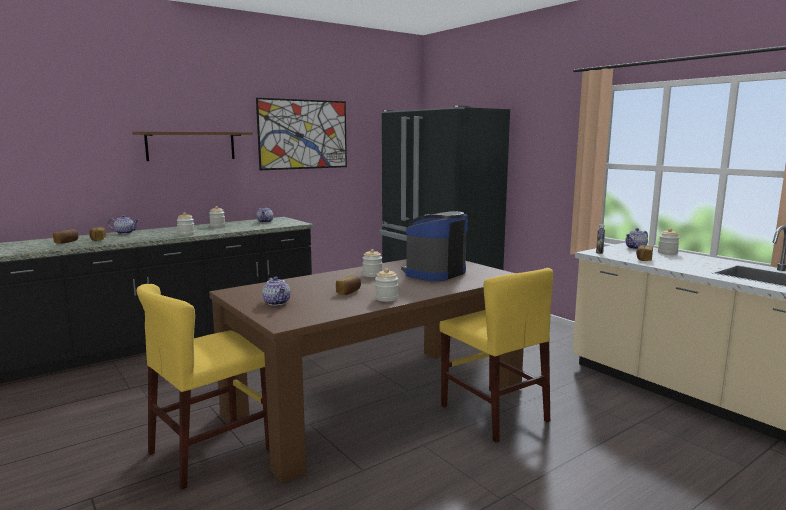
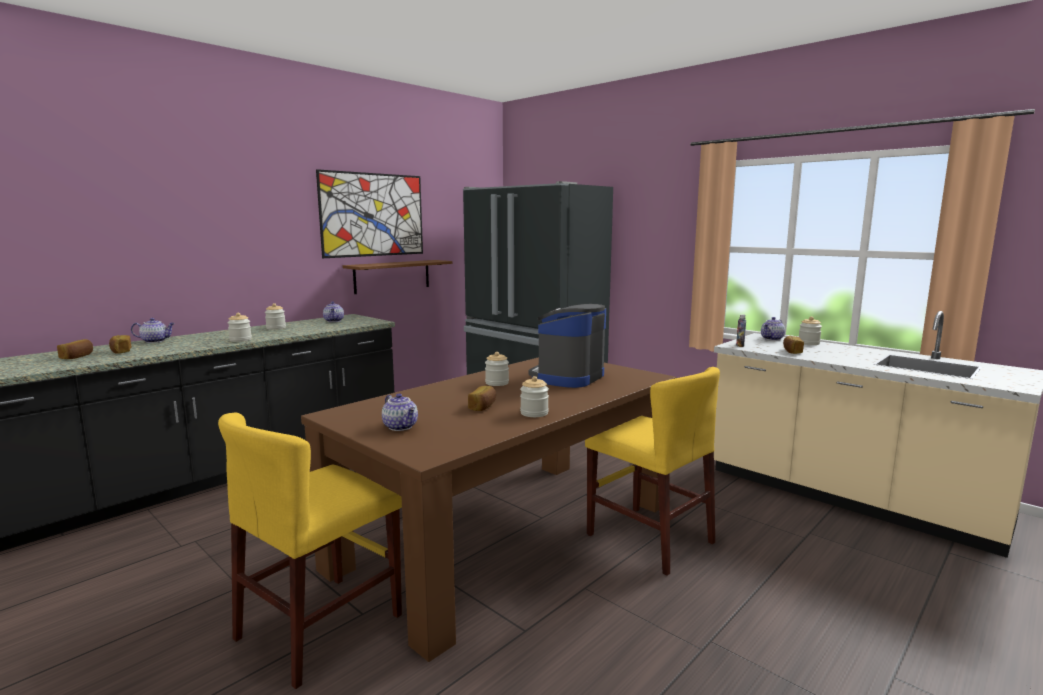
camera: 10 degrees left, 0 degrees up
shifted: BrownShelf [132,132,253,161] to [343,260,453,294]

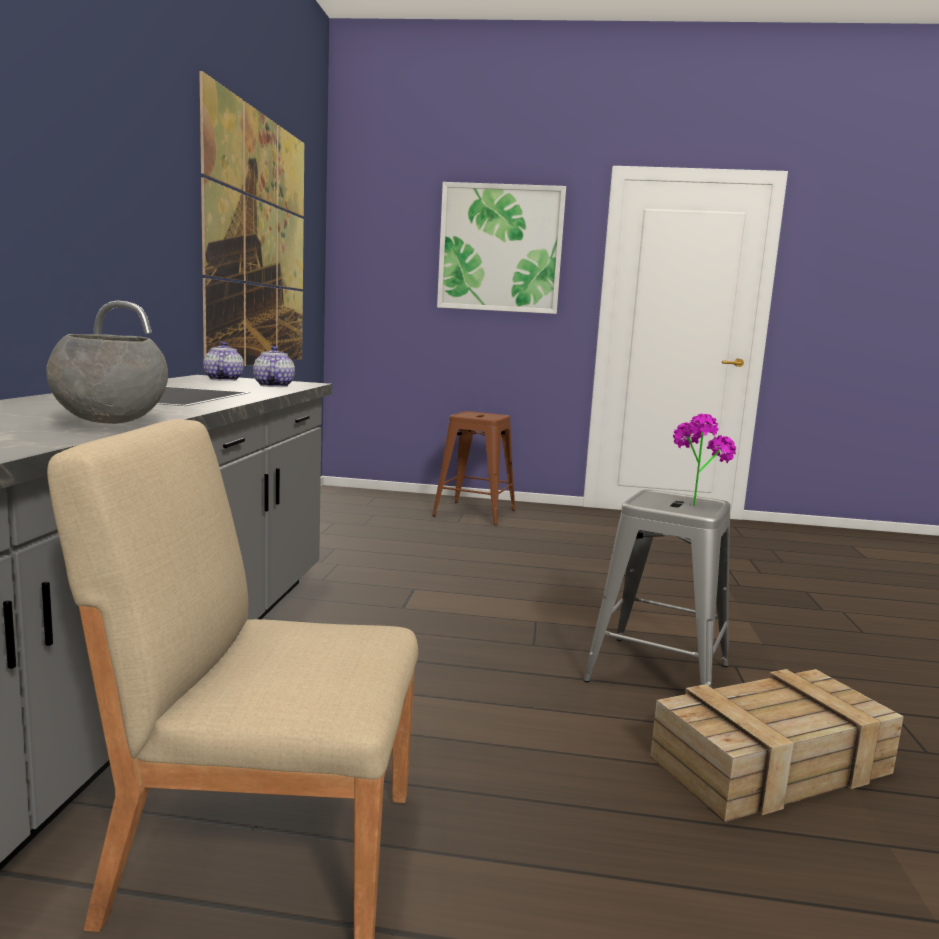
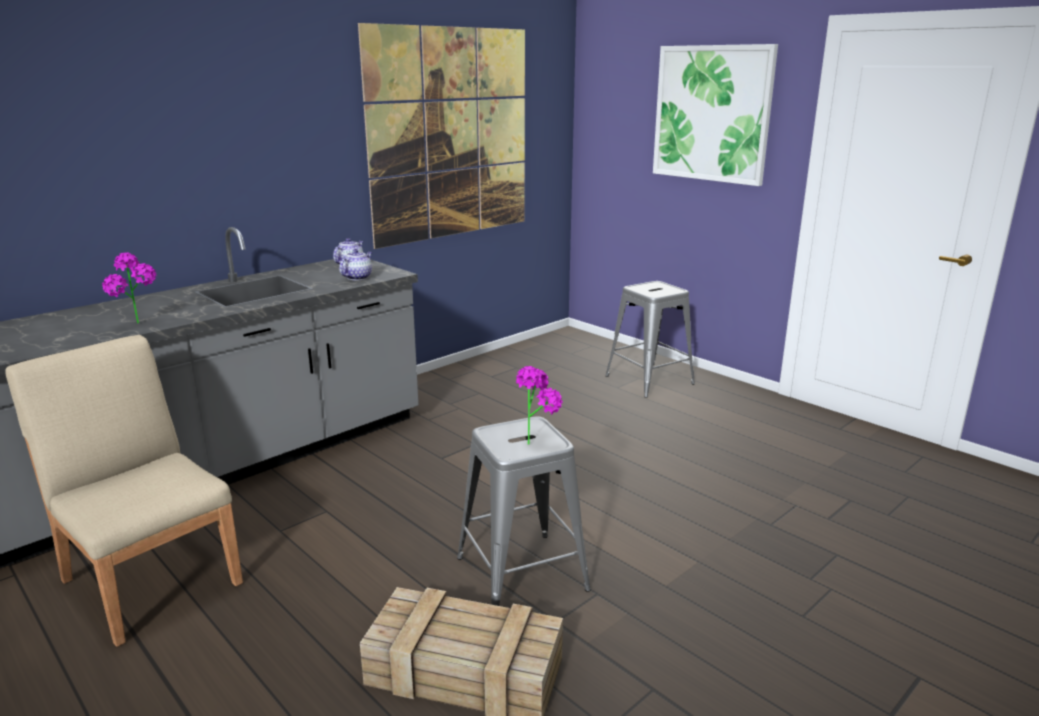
camera: 40 degrees right, 10 degrees up
swapped: GrayServingBowl [46,334,168,424] to PlantInAPot [102,252,157,324]
repainted: BrownSittingStool [432,411,515,525] to GraySittingStool [605,281,695,398]

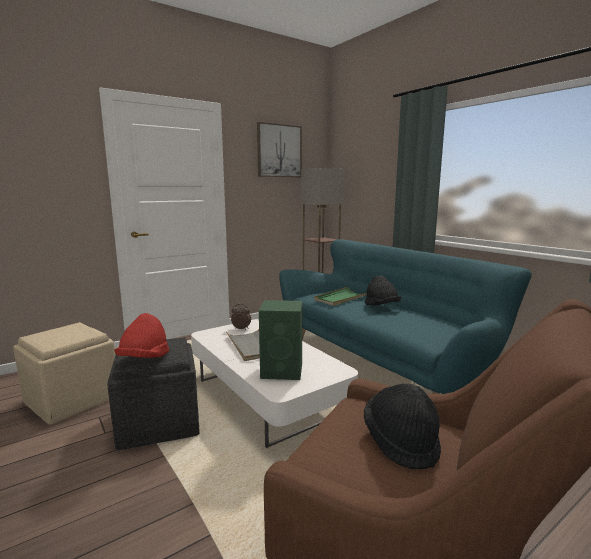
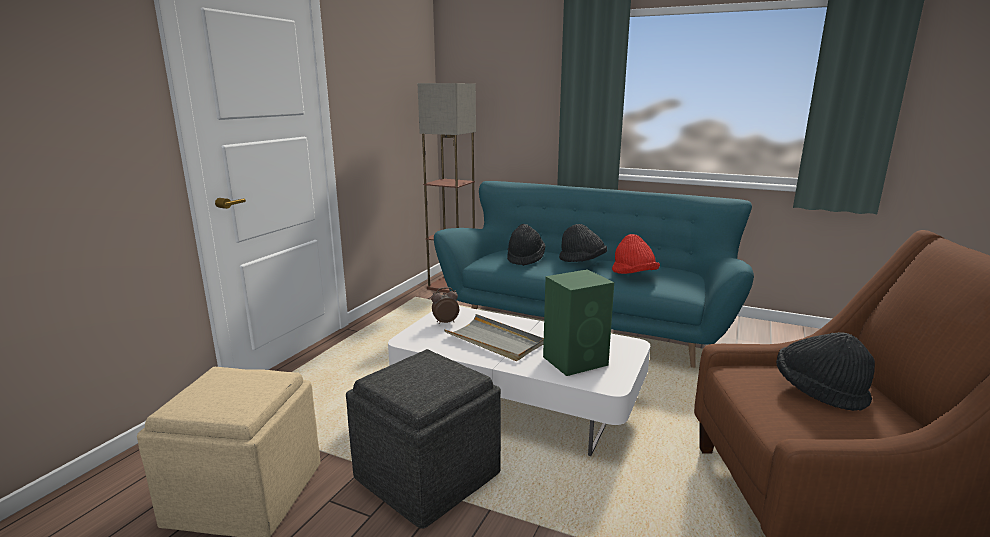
camera: 30 degrees left, 5 degrees up
gone: WallArt [257,122,302,177]
shifted: RedColouredClothingHat [114,313,169,358] to [612,234,660,274]
swapped: GreenColouredTray [314,287,367,306] to BlackClothingHat [507,224,545,266]

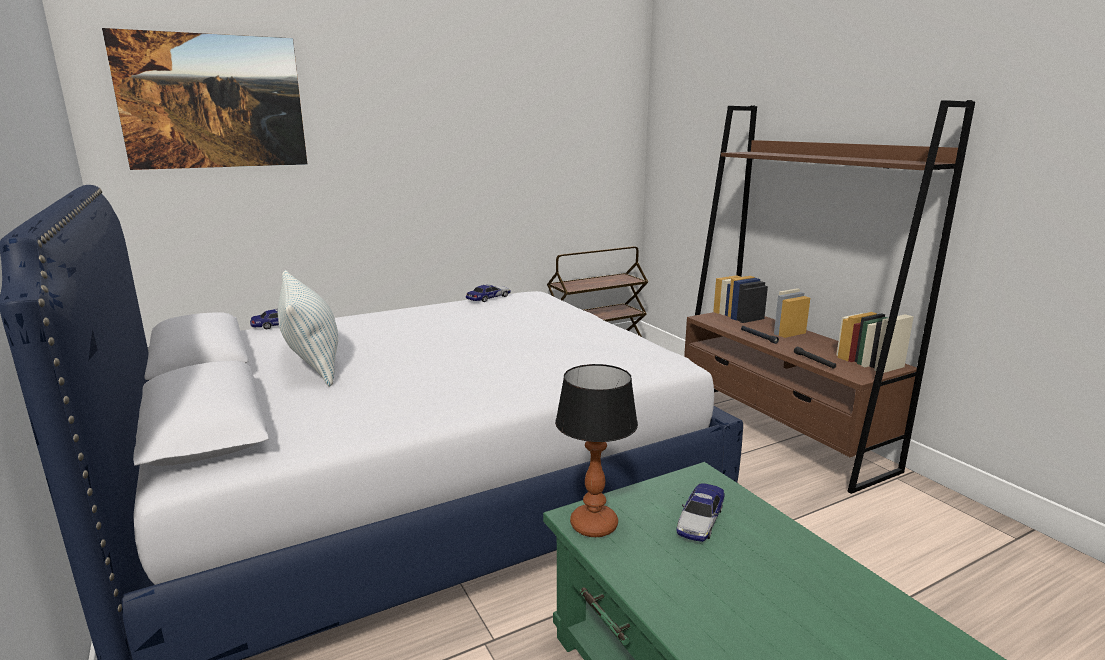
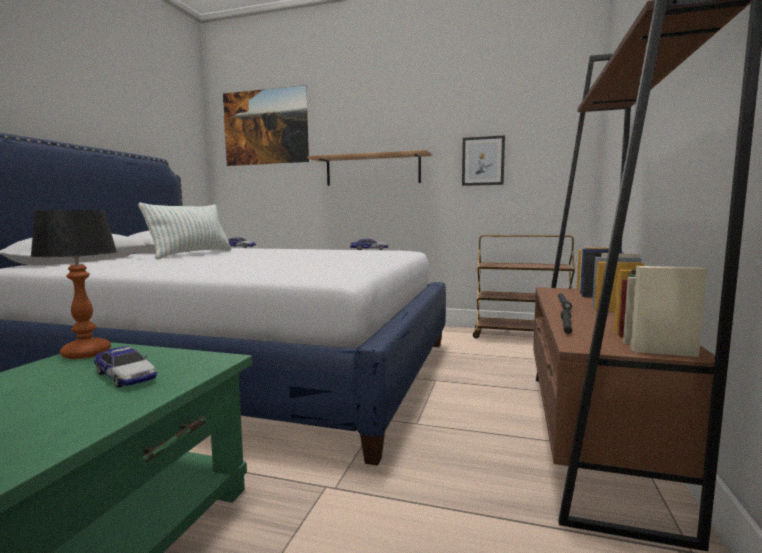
camera: 45 degrees right, 10 degrees down
new: Shelf [307,150,432,186]; WallArt [462,135,505,186]
rotated: ModelCar [677,483,725,542] = [94,346,157,388] 120 degrees counterclockwise

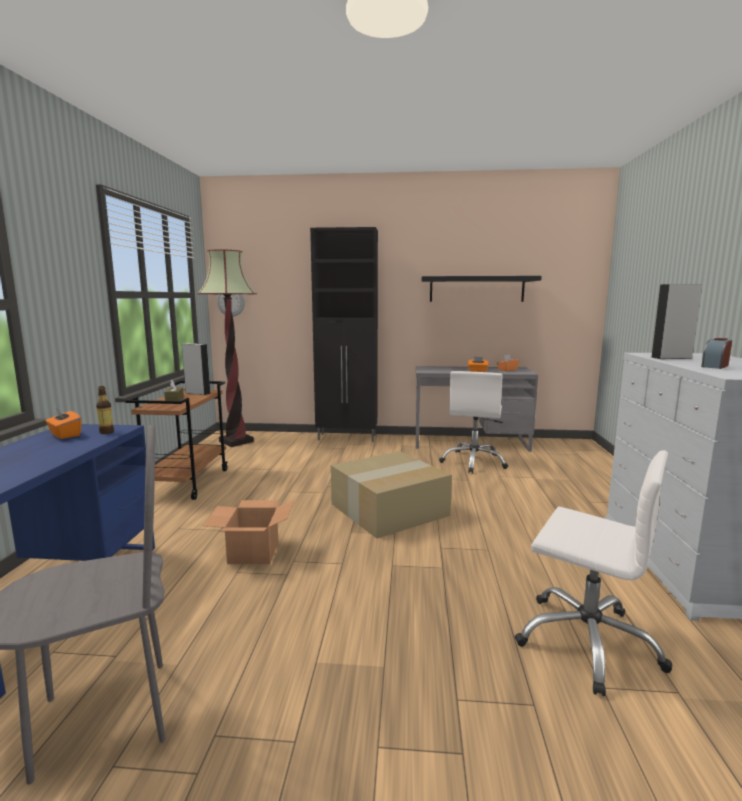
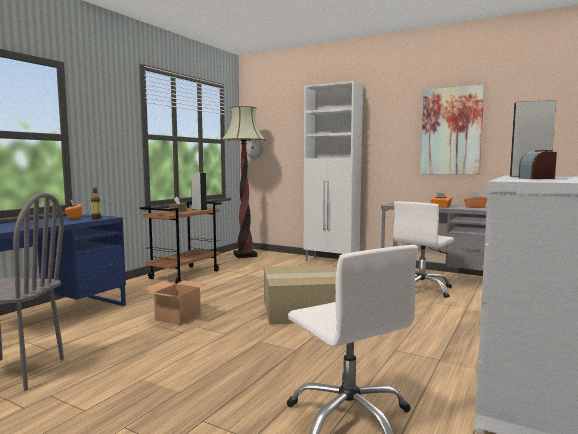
camera: 25 degrees right, 5 degrees down
swapped: BlackShelf [421,276,542,302] to WallArt [420,85,484,175]
repainted: BlackStorageCabinet [310,227,378,442] to WhitishStorageCabinet [304,81,363,261]

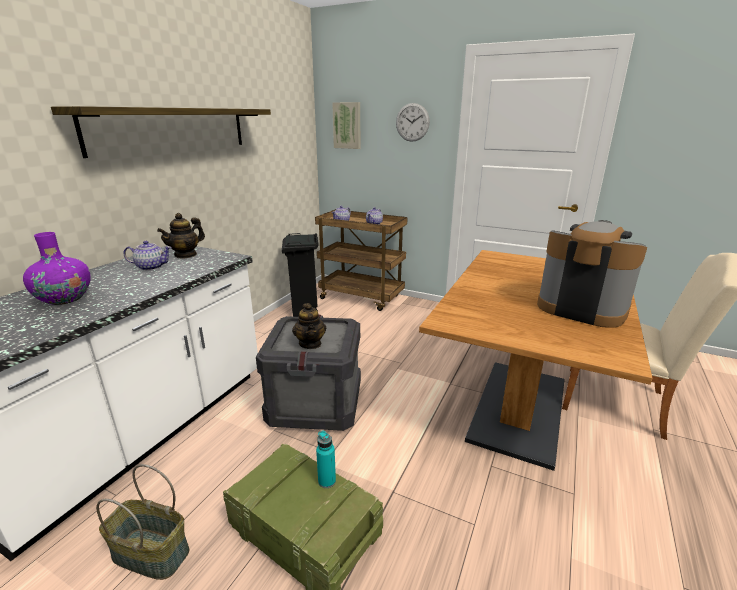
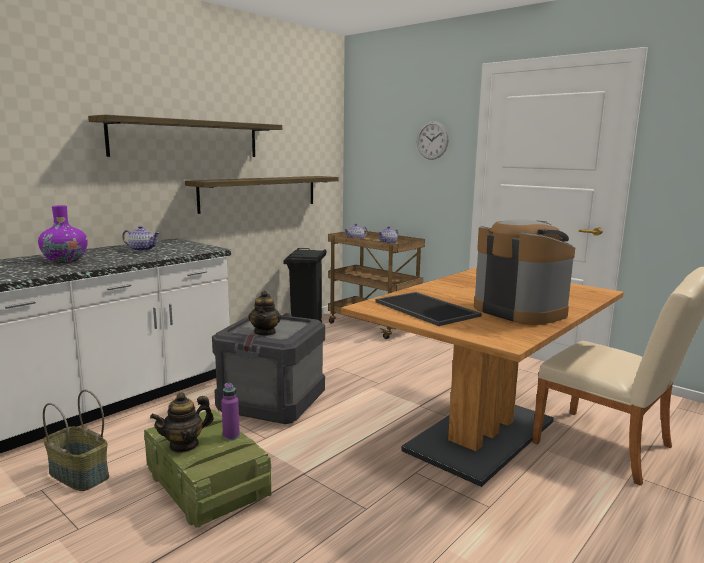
camera: 15 degrees right, 10 degrees down
gone: WallArt [332,102,360,149]
new: Shelf [185,176,339,214]; Tray [375,292,482,326]
shifted: TeaPot [157,213,205,259] to [150,392,213,453]
repainted: TurquoiseBottle [316,430,336,488] to PurpleColouredBottle [221,383,240,440]

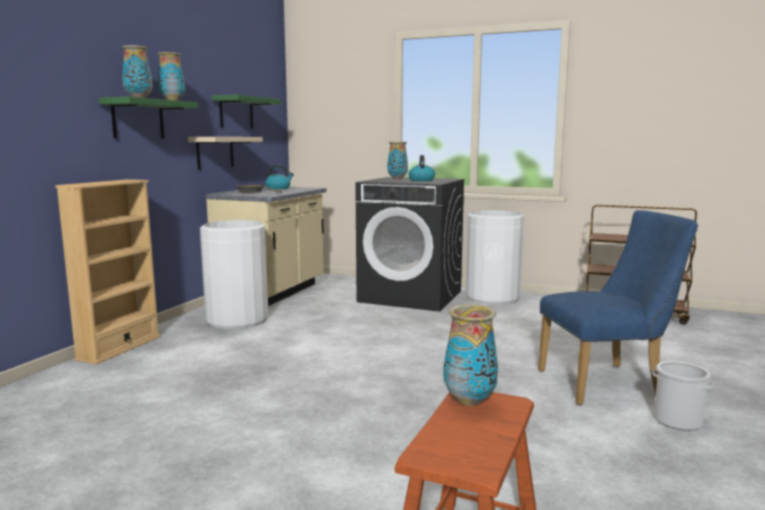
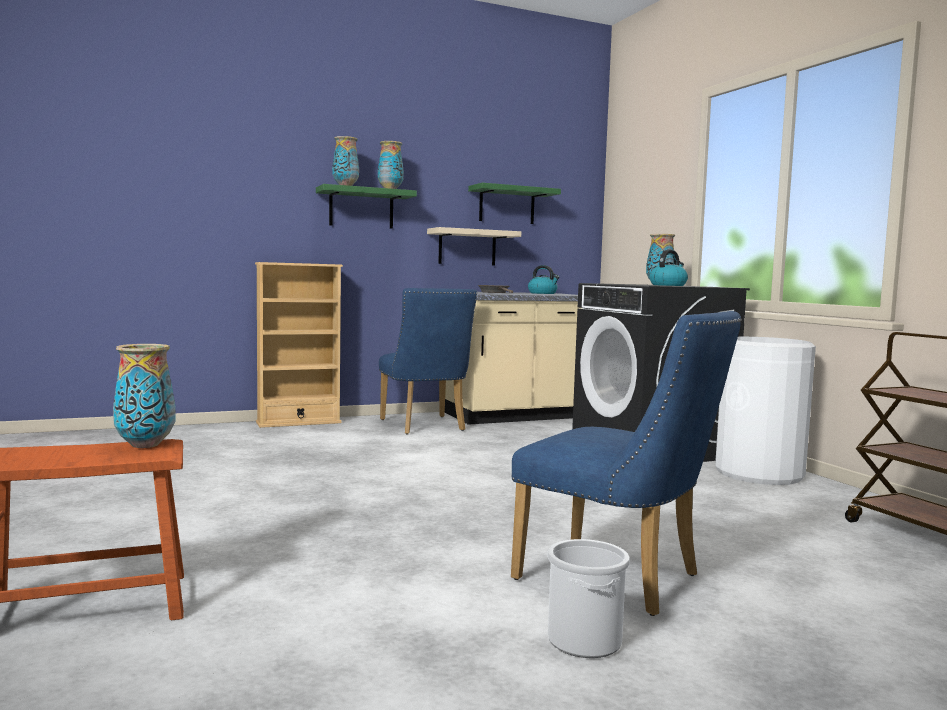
camera: 45 degrees right, 5 degrees down
swapped: WhitishRubbishBin [200,220,269,329] to BlueChair [379,288,477,434]

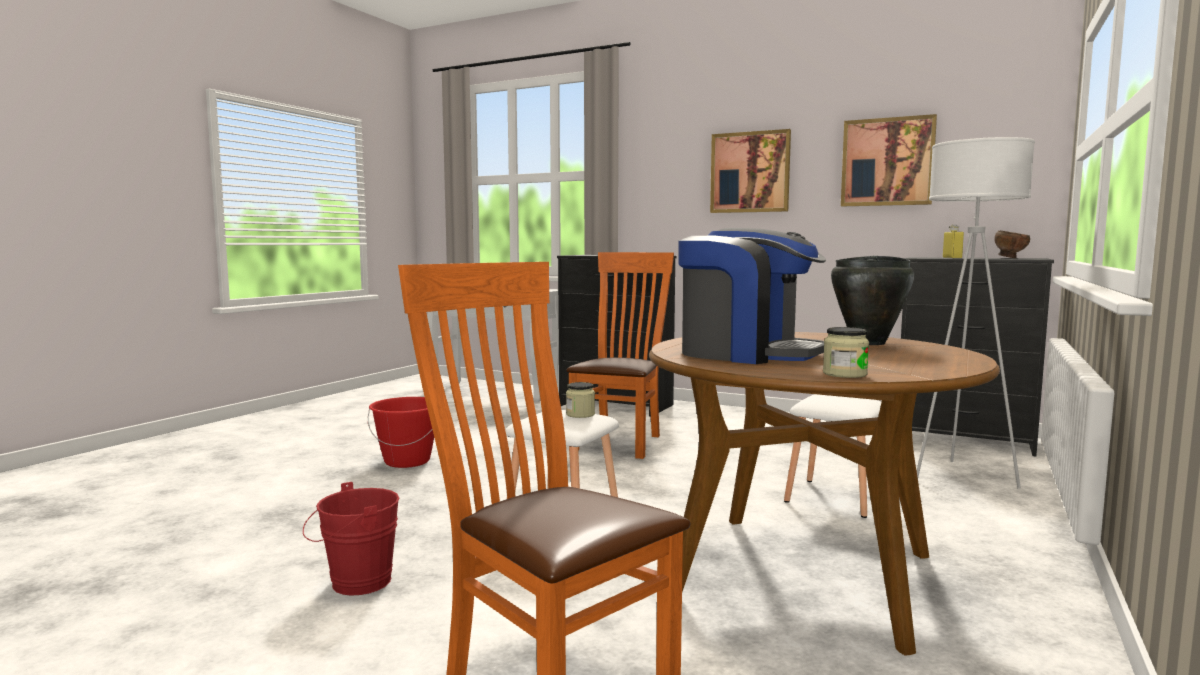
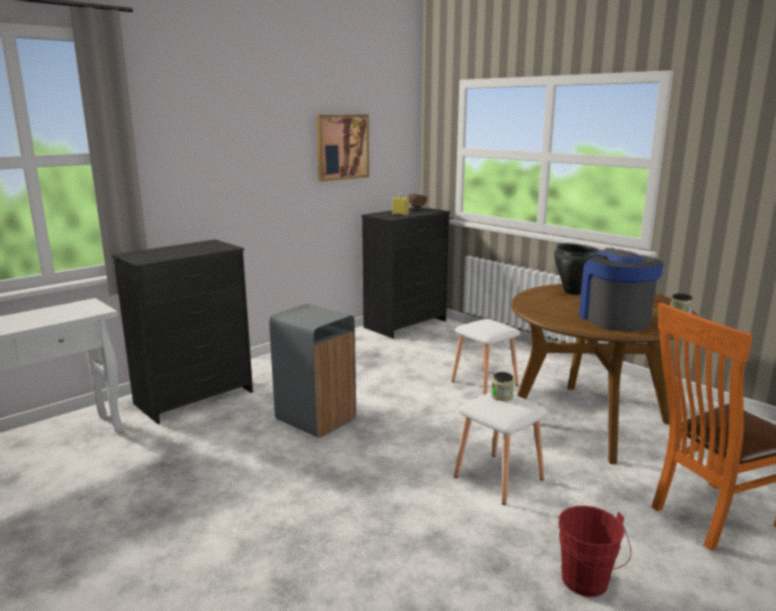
camera: 70 degrees left, 10 degrees up
gone: RedColouredBucket [368,397,434,468]; WallArt [710,129,791,213]; WhitishStandardLamp [917,137,1035,488]
swapped: OrangeColouredChair [567,252,674,459] to GrayRubbishBin [269,304,356,438]
rotated: CoffeeMaker [678,228,826,364] = [579,248,664,332] 60 degrees counterclockwise

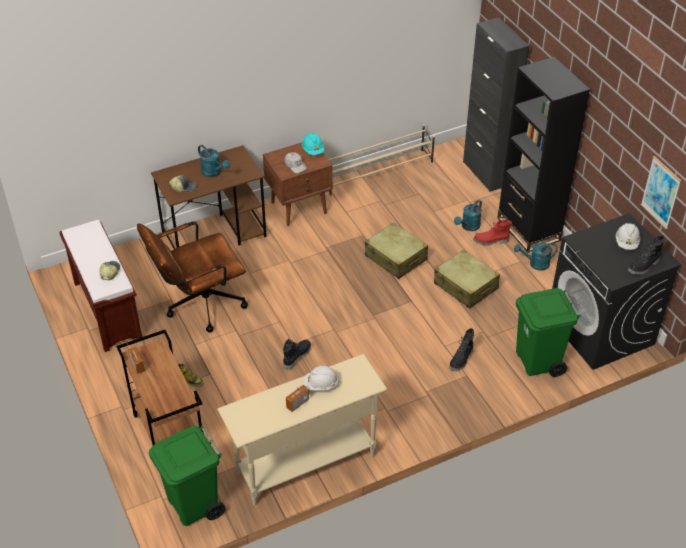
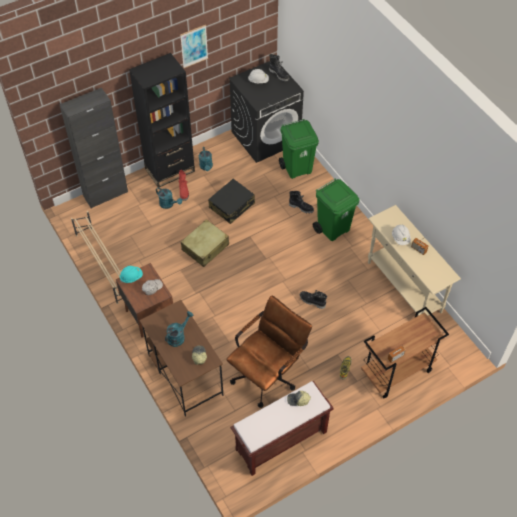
camera: 95 degrees left, 10 degrees up
shifted: GreenColouredRubbishBin [149,426,225,526] to [313,178,359,241]; WallArt [641,156,681,229] to [180,25,208,68]
repainted: BeigeSuitcase [434,250,500,309] to BlackSuitcase [208,179,255,224]
rotated: BrownComputerChair [137,221,248,332] = [226,295,312,408] 105 degrees counterclockwise

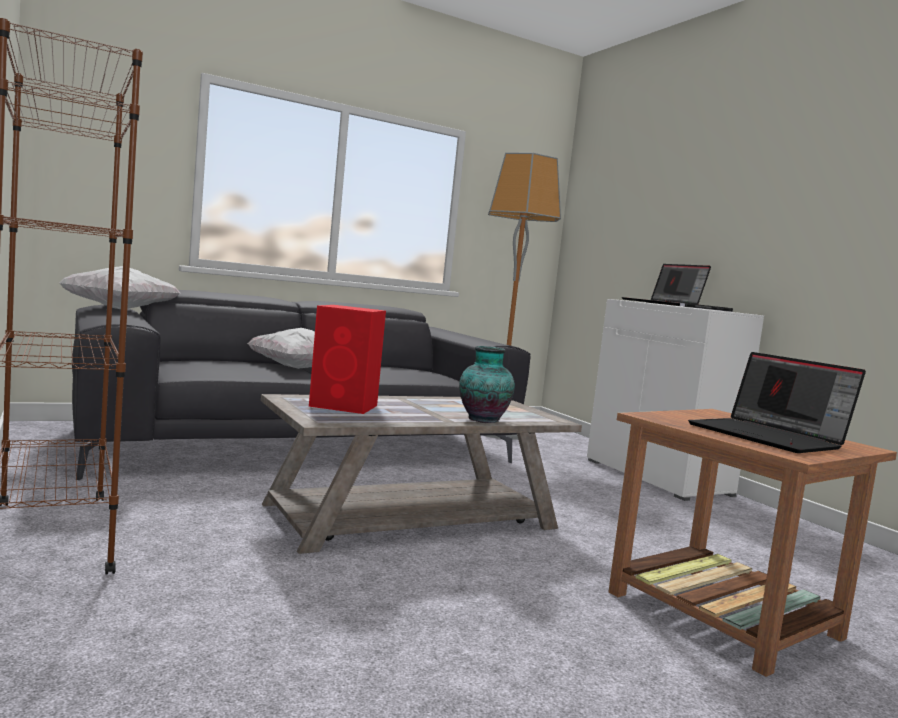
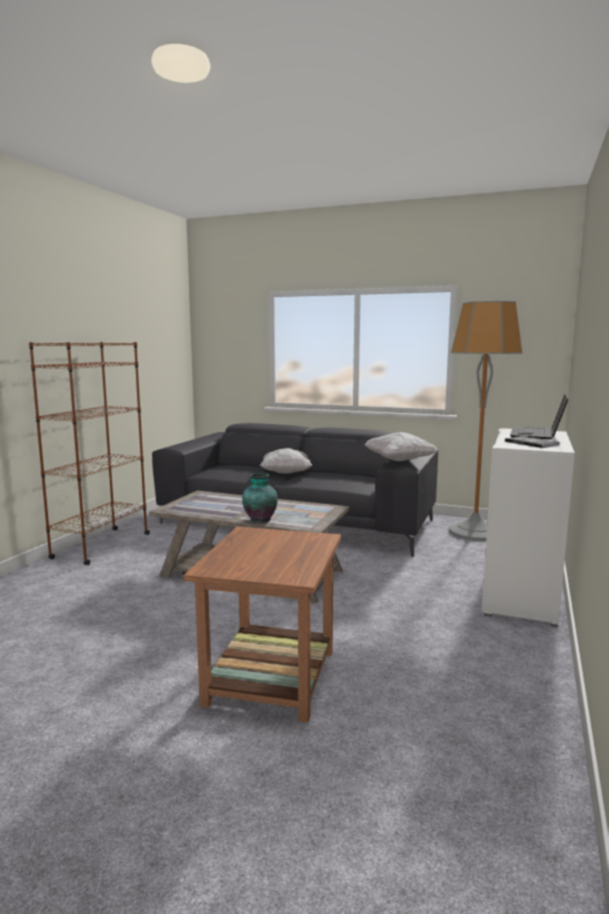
camera: 50 degrees right, 5 degrees up
gone: RedColouredSpeaker [309,305,386,414]; Laptop [688,352,866,453]
shifted: WhitishThrowPillow [59,266,180,309] to [365,432,438,461]

